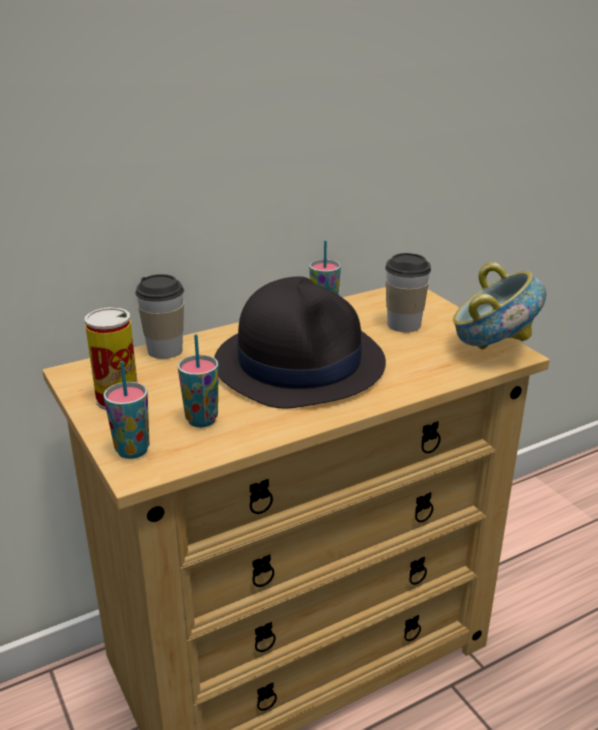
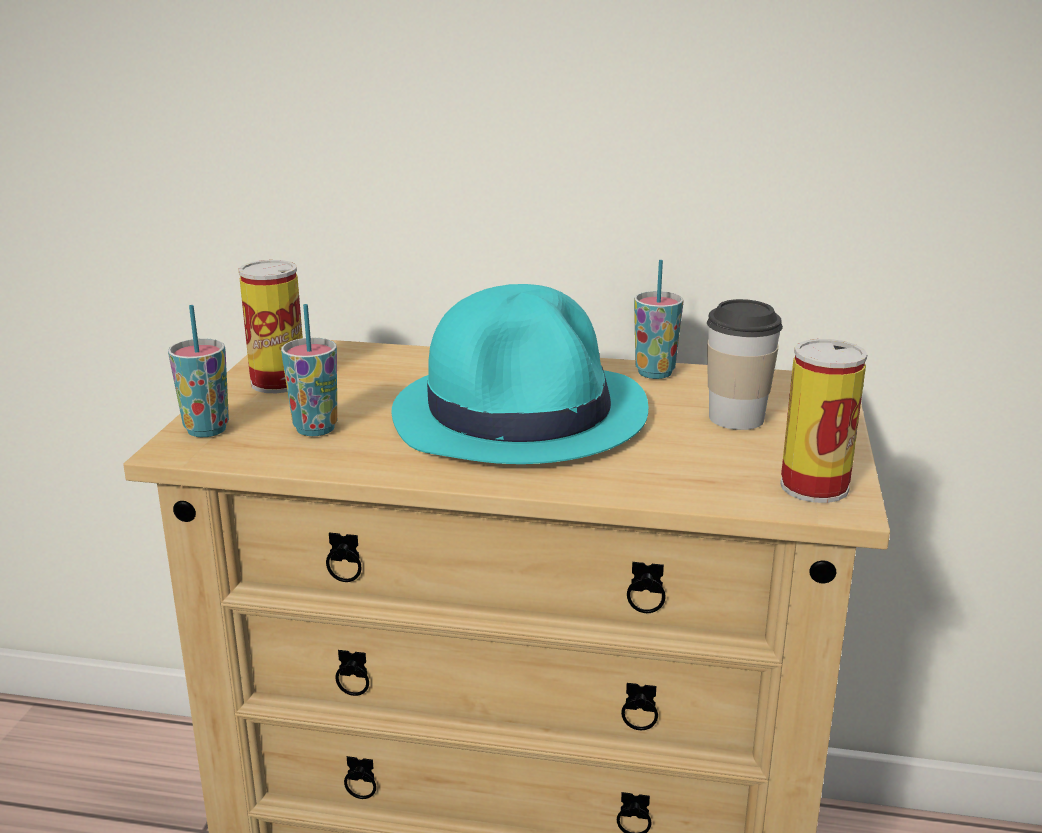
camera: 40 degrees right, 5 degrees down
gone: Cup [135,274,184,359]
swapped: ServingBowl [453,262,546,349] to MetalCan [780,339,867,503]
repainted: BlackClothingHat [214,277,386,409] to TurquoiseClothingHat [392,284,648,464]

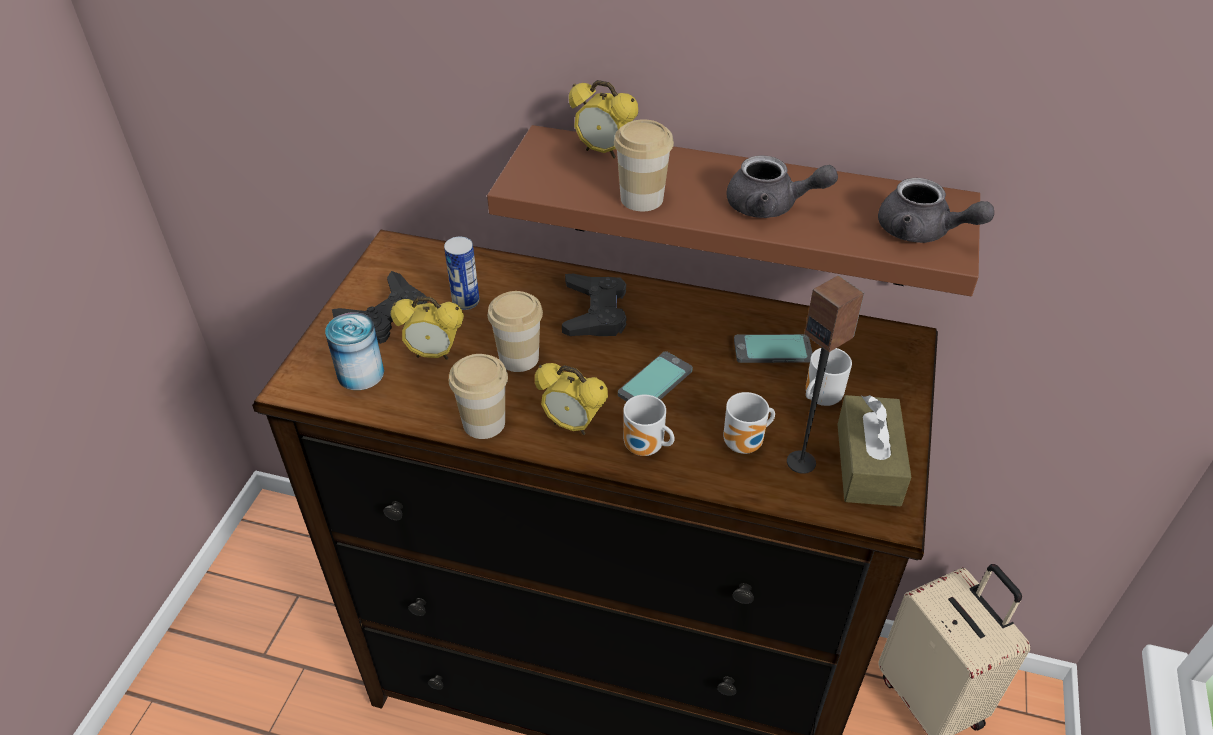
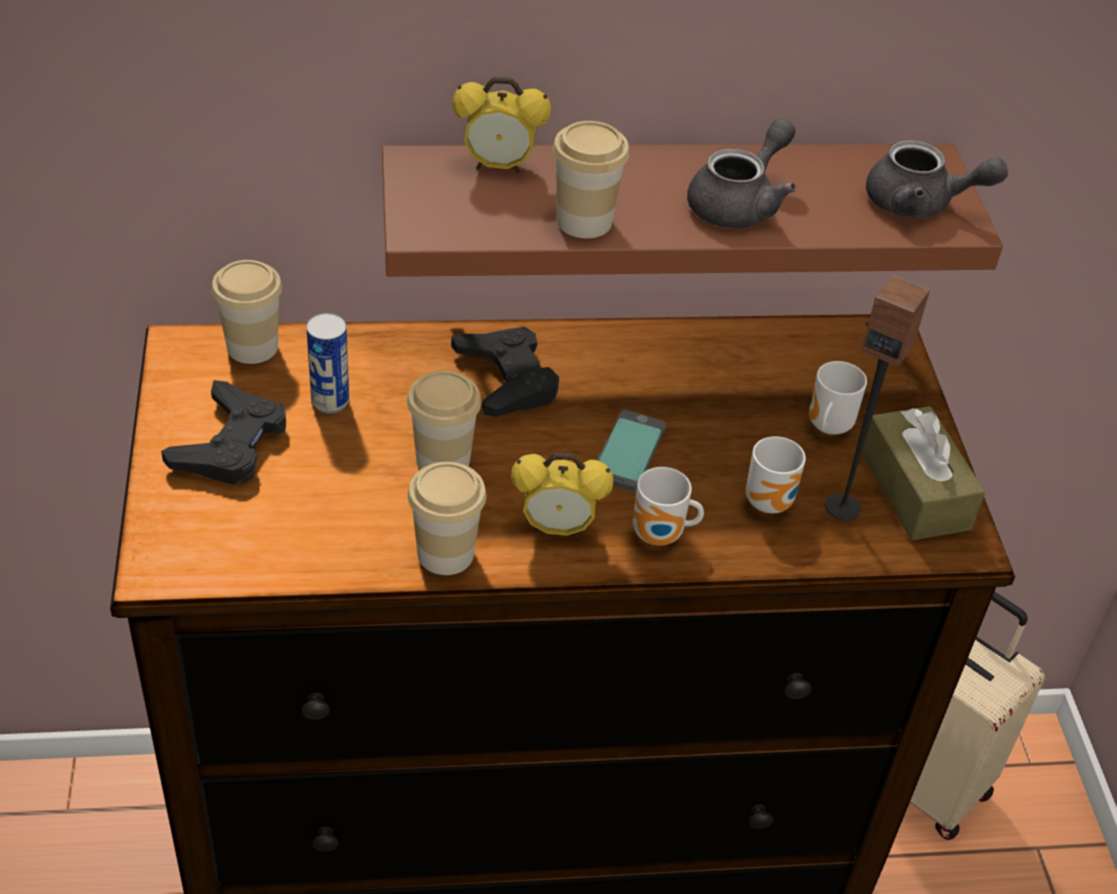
camera: 25 degrees left, 0 degrees up
gone: MetalCan [325,312,384,390]; AlarmClock [391,297,464,360]; Phone [734,334,812,363]
new: Cup [212,260,282,364]
rotated: GrayTeaPot [726,155,838,218] = [687,118,796,228] 45 degrees counterclockwise

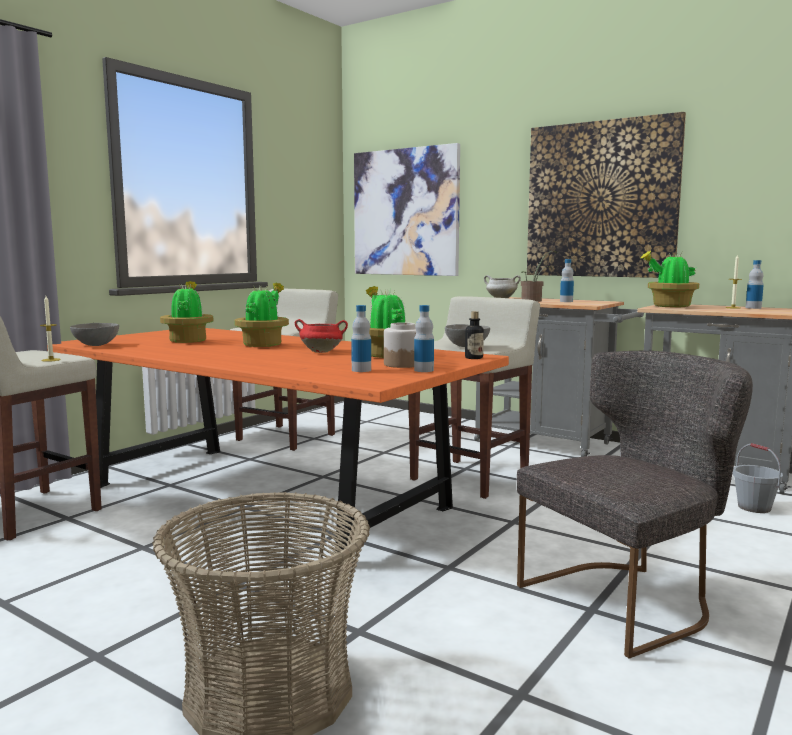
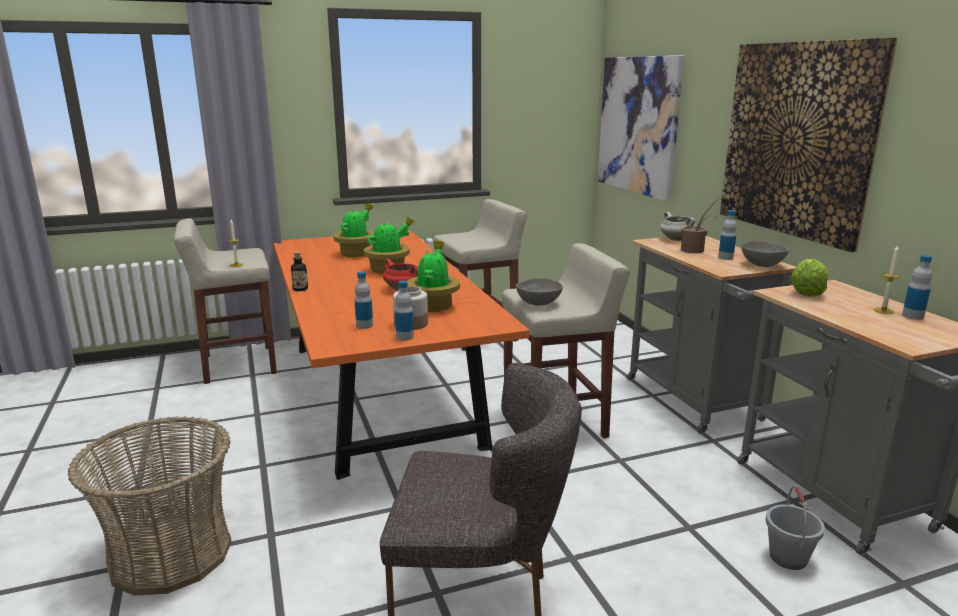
camera: 35 degrees right, 10 degrees up
shifted: GrayServingBowl [70,323,119,346] to [741,241,789,267]; Bottle [465,311,484,359] to [291,252,308,291]
swapped: PlantInAPot [640,251,699,308] to HeadOfLettuce [791,259,828,297]

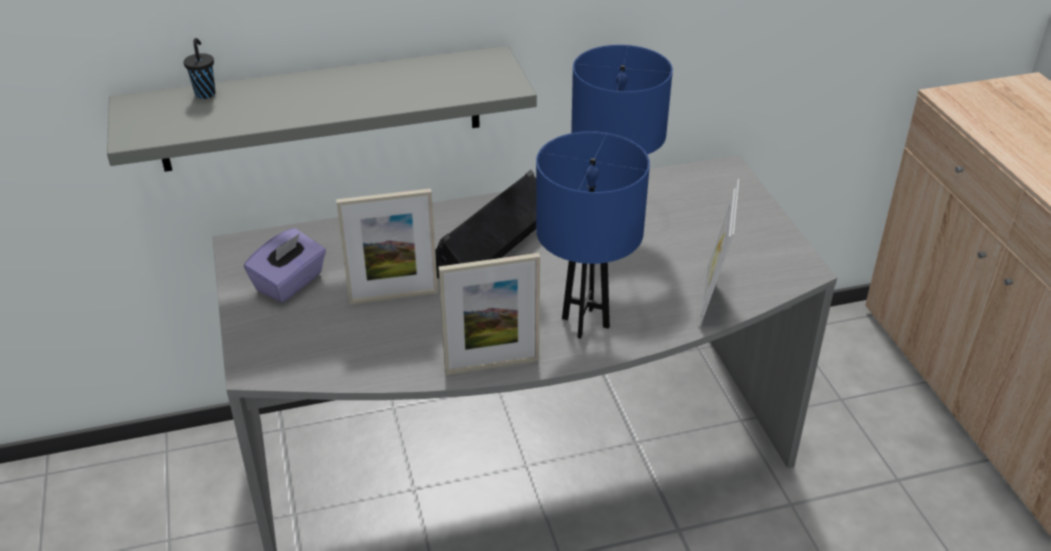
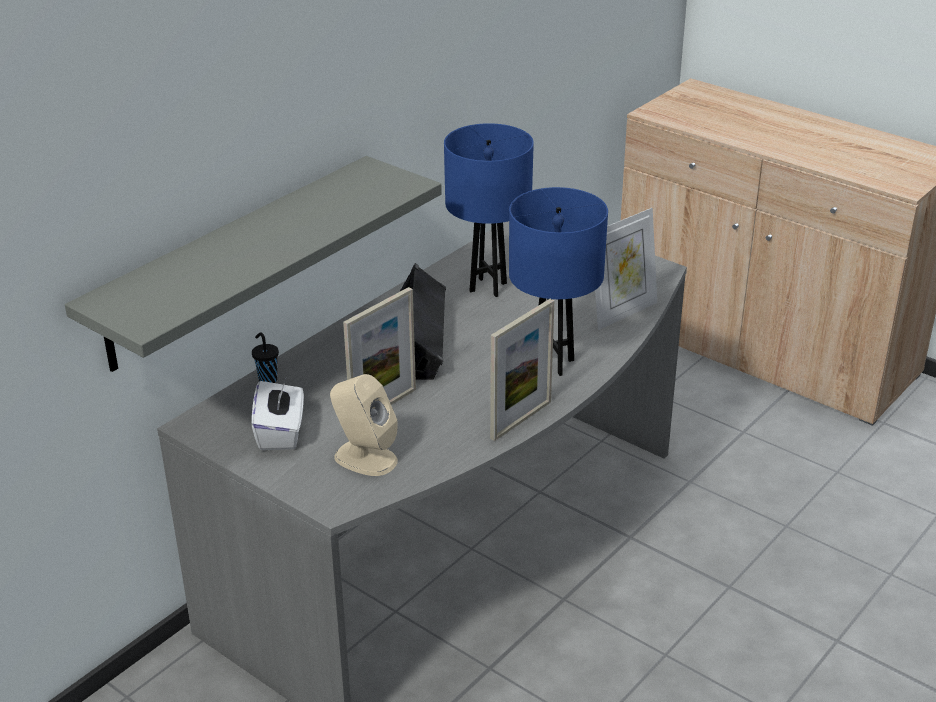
camera: 35 degrees left, 5 degrees down
new: BeigeSpeaker [330,374,398,476]
shifted: BlackCup [184,38,216,99] to [252,332,279,383]
repainted: PurpleColouredBoxOfTissues [244,228,326,302] to WhitishBoxOfTissues [251,381,304,450]
rotated: PictureFrame [699,179,739,328] = [595,208,657,330] 105 degrees counterclockwise

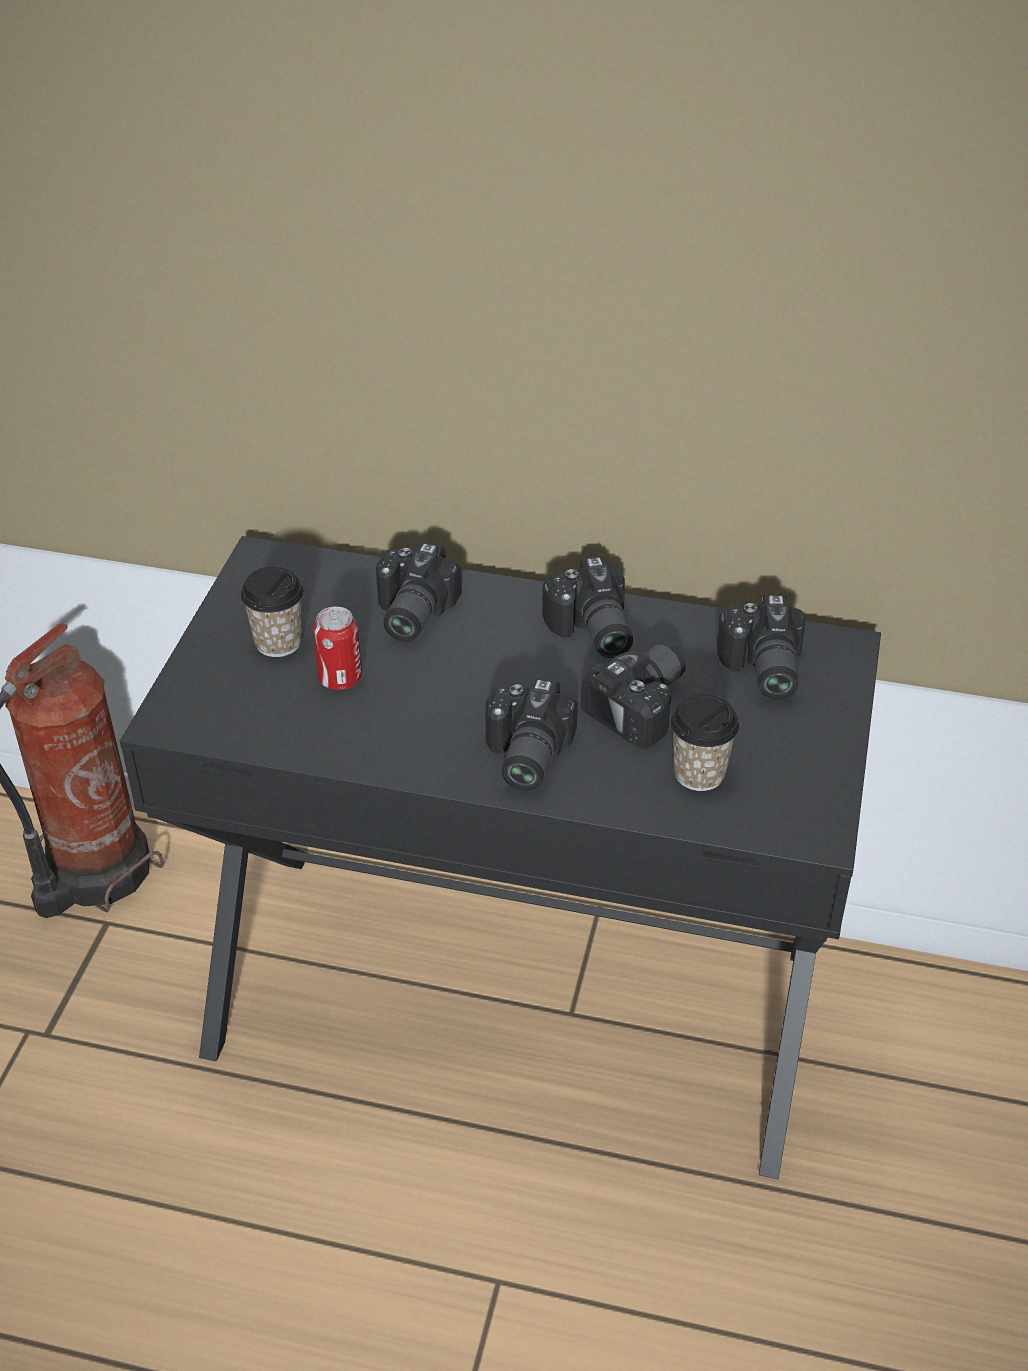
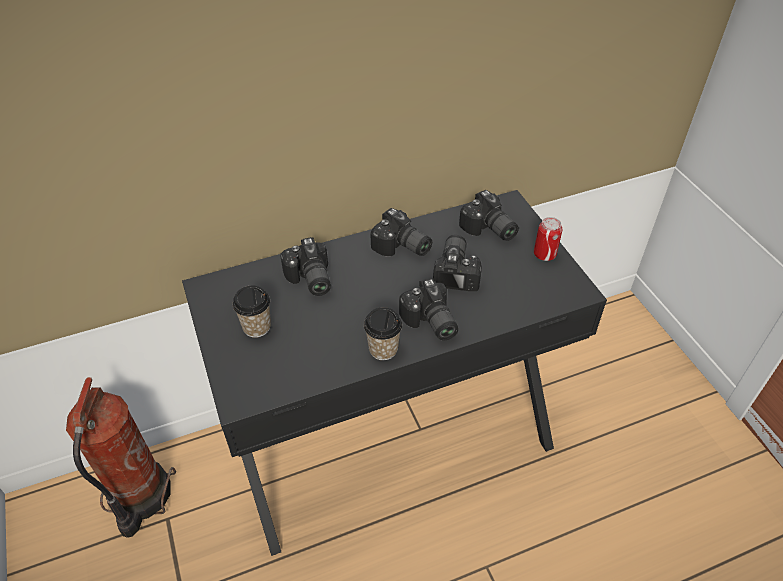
camera: 35 degrees left, 5 degrees up
shifted: MetalCan [313,606,362,690] to [534,217,562,261]; Cup [671,694,739,791] to [364,307,402,360]

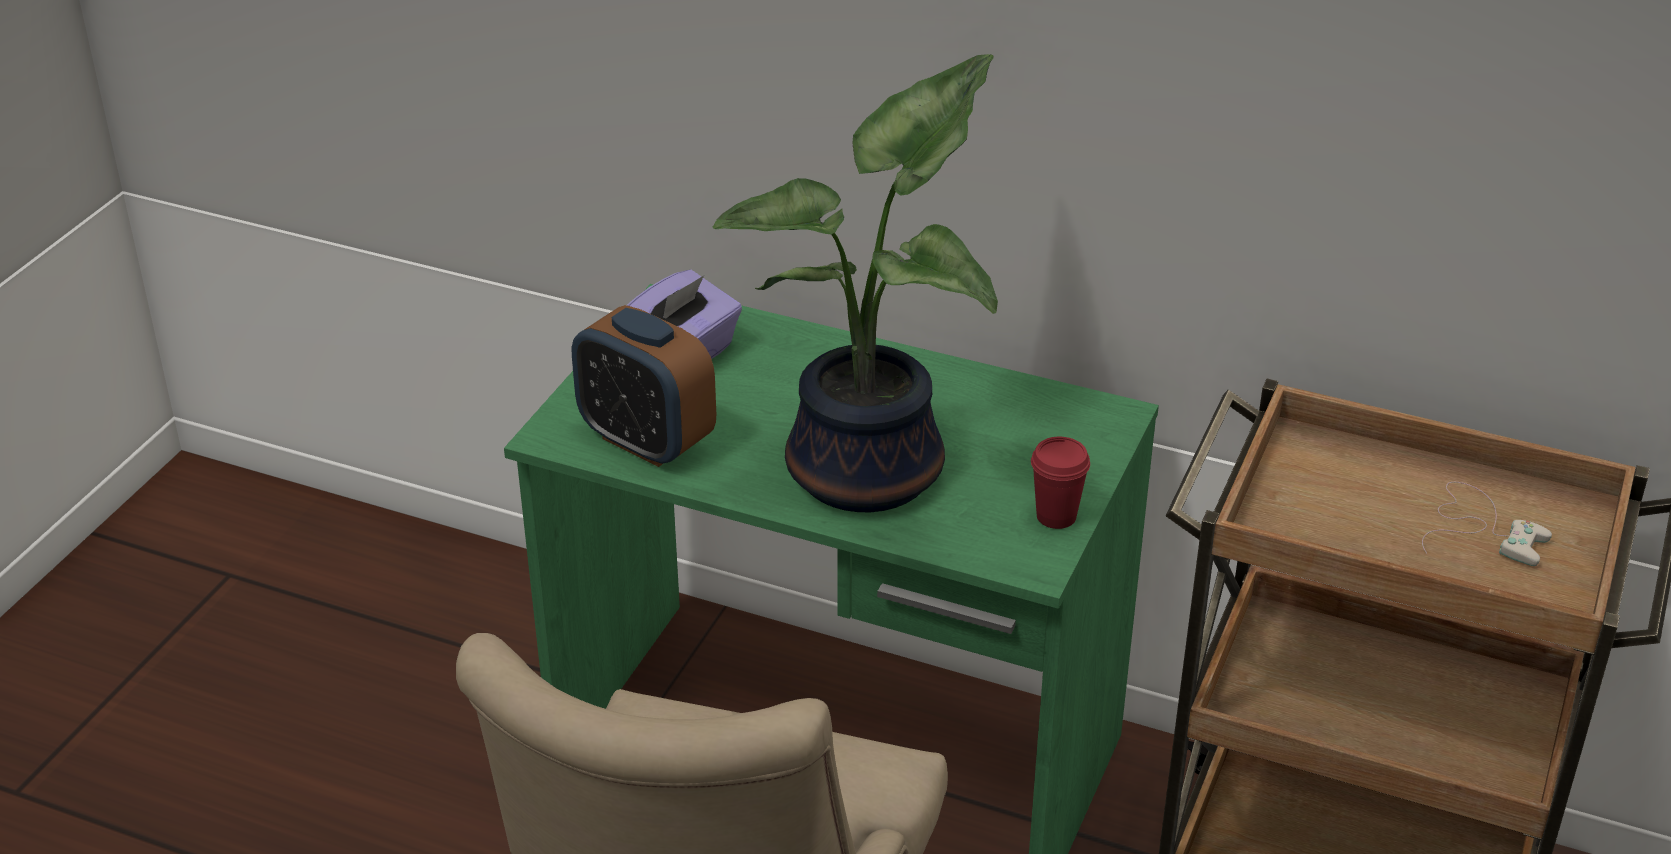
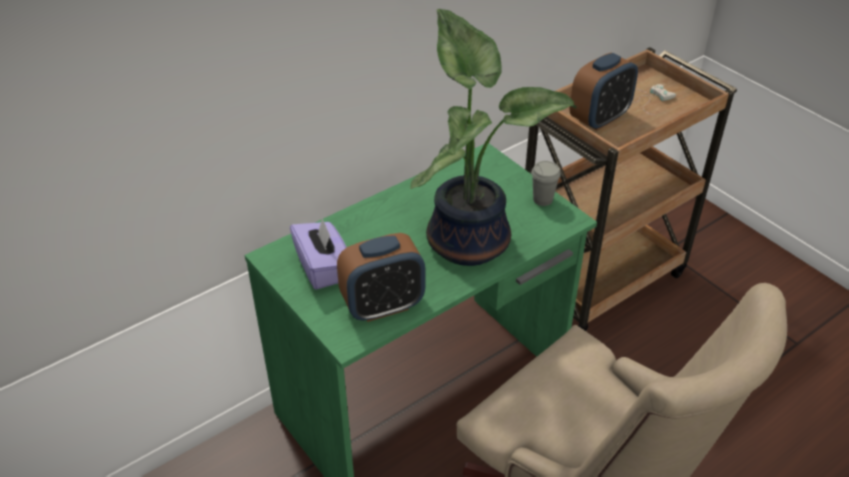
camera: 60 degrees left, 5 degrees up
new: AlarmClock [570,53,638,131]
repainted: RedColouredCup [1031,437,1090,529] to GrayCup [531,161,561,206]

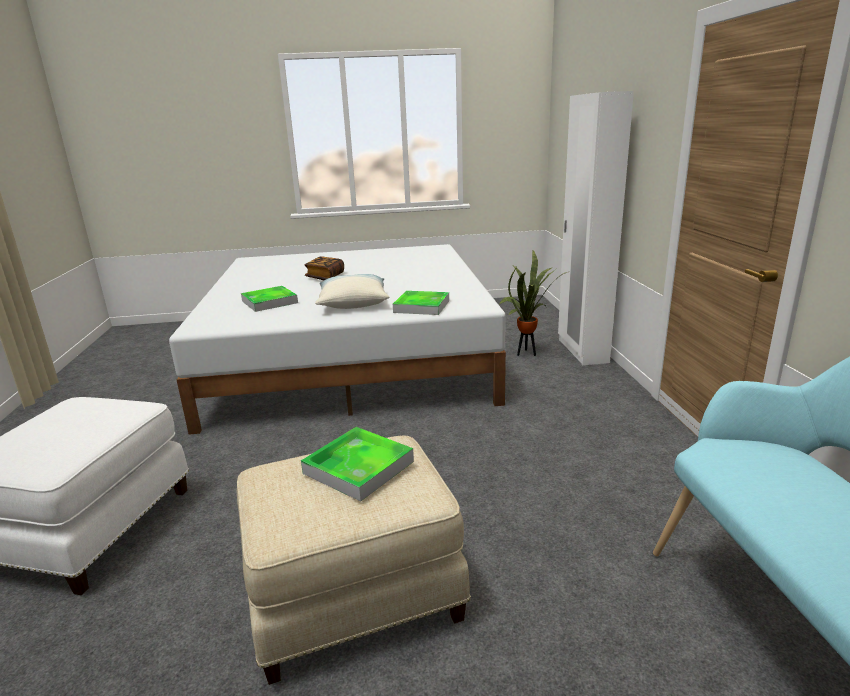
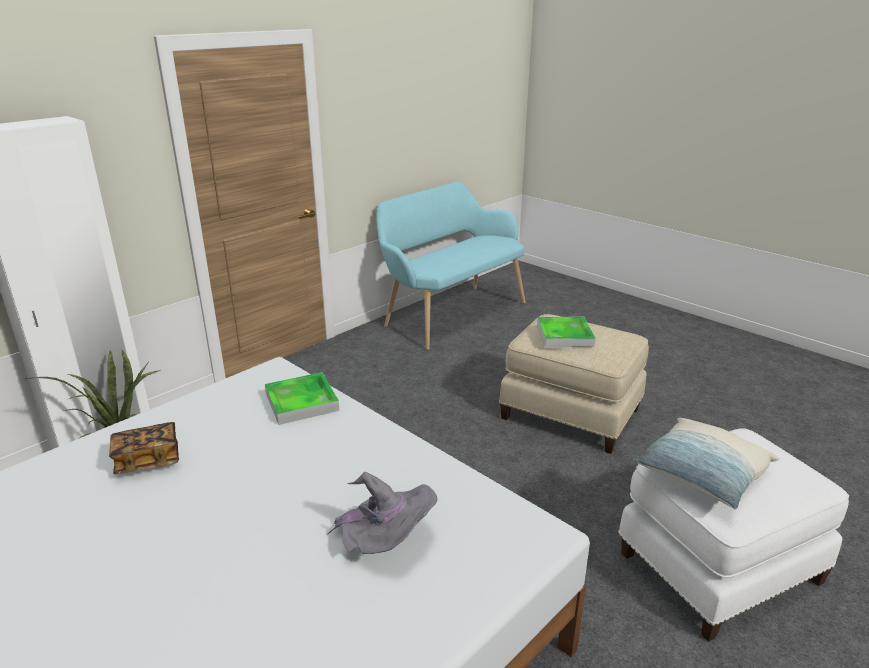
camera: 130 degrees left, 5 degrees up
shifted: Book [304,256,344,280] to [109,422,179,474]; ThrowPillow [315,274,389,309] to [633,418,780,509]
swapped: Tray [241,286,298,312] to GrayClothingHat [328,472,437,554]

